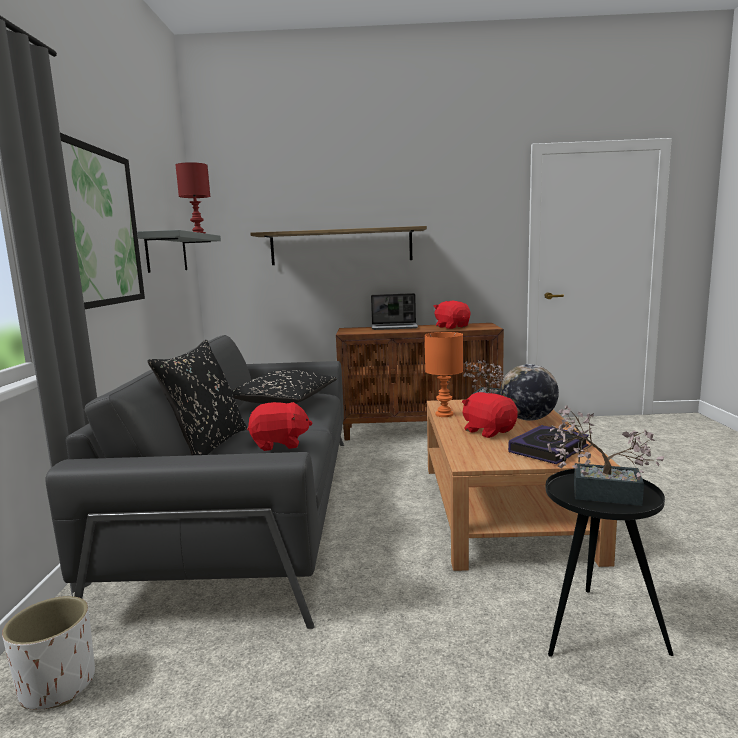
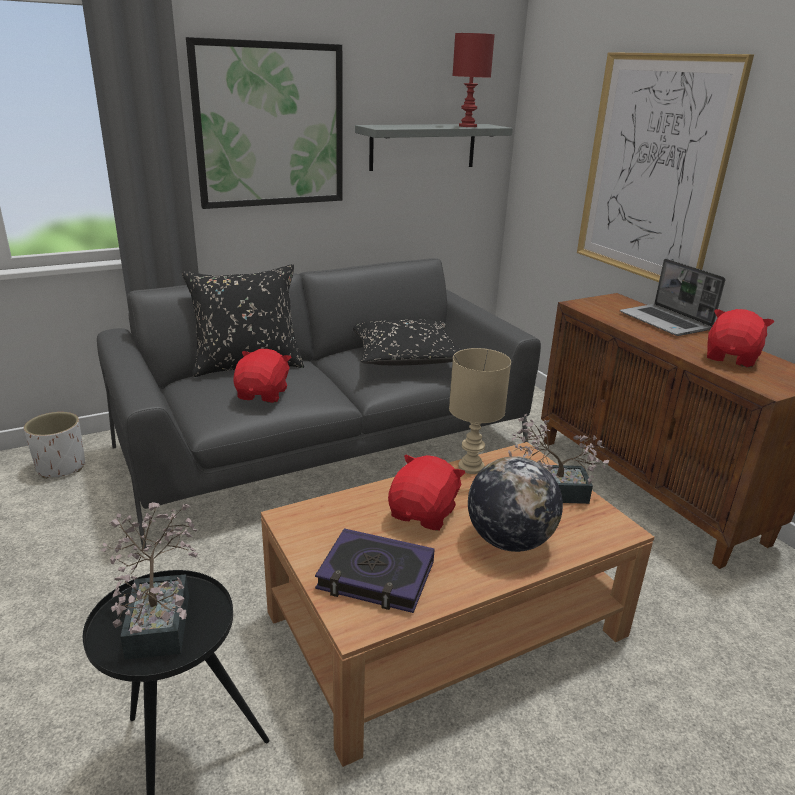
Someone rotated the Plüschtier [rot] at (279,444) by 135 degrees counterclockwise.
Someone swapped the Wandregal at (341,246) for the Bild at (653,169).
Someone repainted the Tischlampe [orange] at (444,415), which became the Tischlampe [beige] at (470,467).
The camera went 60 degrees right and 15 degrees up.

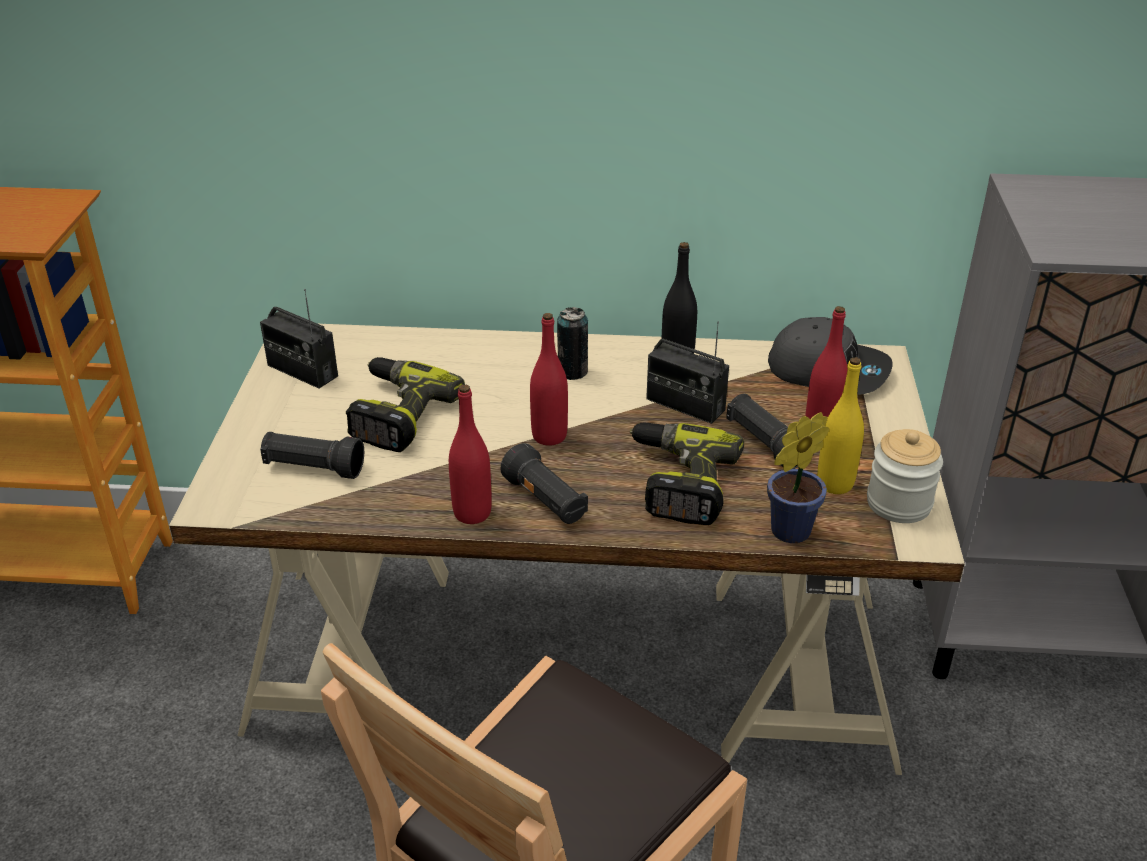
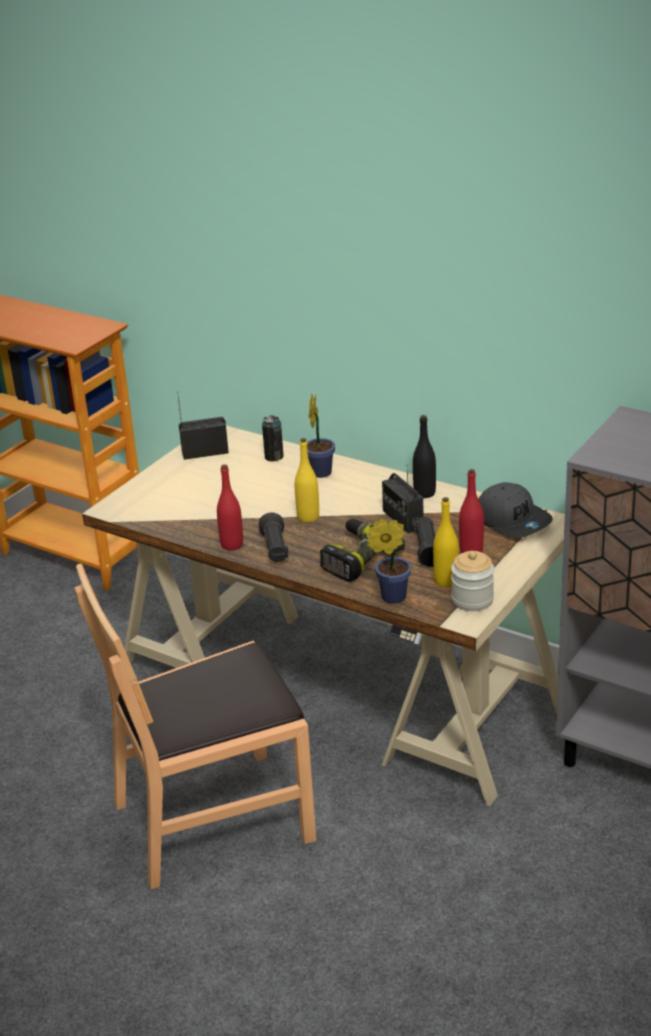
Someone rotated the Radio at (302,371) by 105 degrees clockwise.
Someone took away the Taschenlampe [schwarz] at (313,468).
Someone took away the Bohrmaschine at (396,414).
Someone repainted the Flasche [rot] at (549,436), which became the Flasche [gelb] at (308,517).
Someone carried the Dose from (572,372) to (274,457).
Someone put down the Topfpflanze at (321,471).
The camera went 30 degrees right and 5 degrees down.

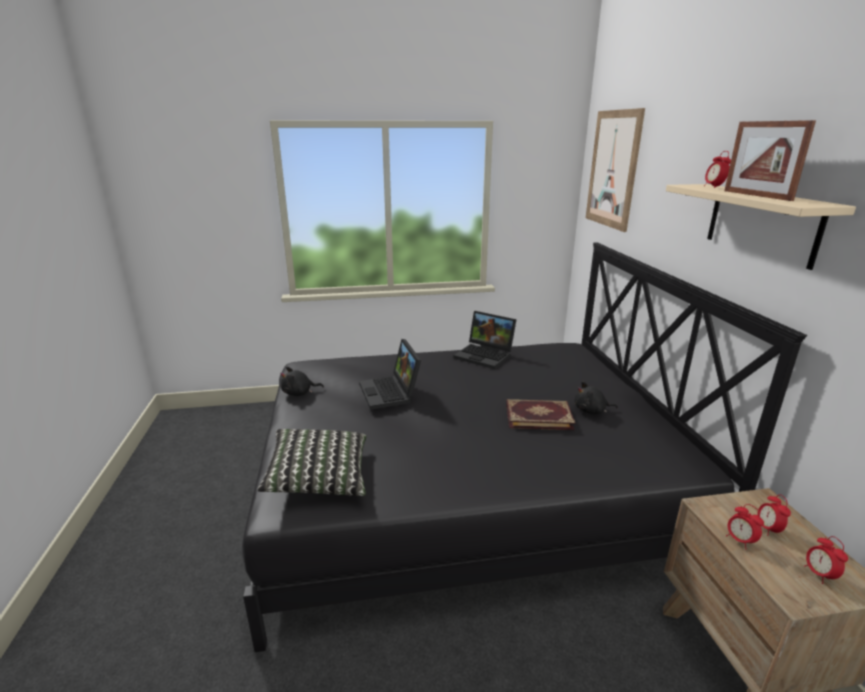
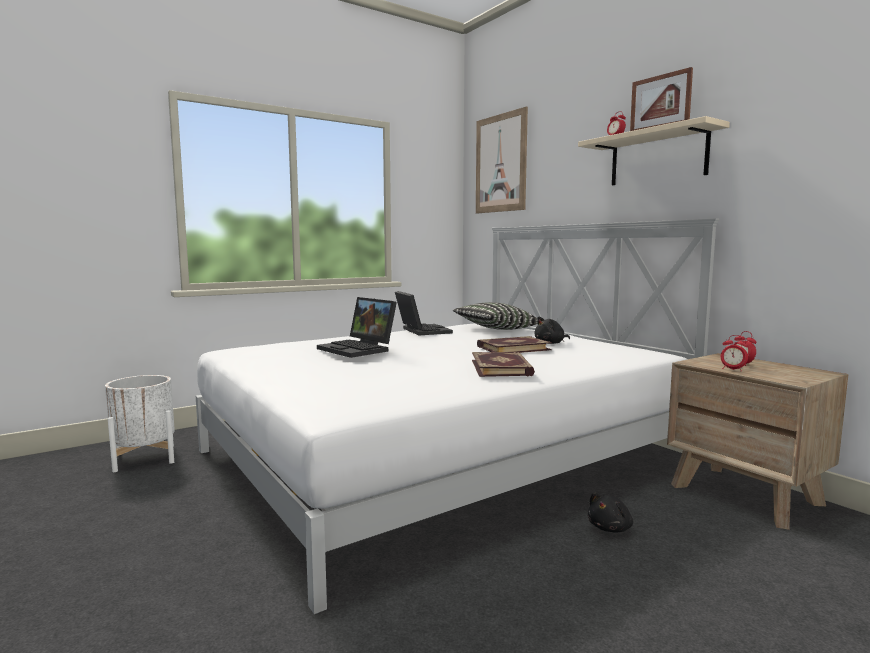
Someone repainted the Bett [schwarz] at (465,490), which became the Bett [weiß] at (441,455).
Someone carried the Kissen from (319,477) to (495,329).
Someone carried the Plüschtier [schwarz] from (299,393) to (610,528).
Someone rotated the Laptop at (485,355) by 120 degrees counterclockwise.
Someone took away the Wecker at (819,574).
Someone put down the Pflanzkübel [weiß] at (144,458).
Someone put down the Buch at (502,368).
The camera went 25 degrees left and 15 degrees down.

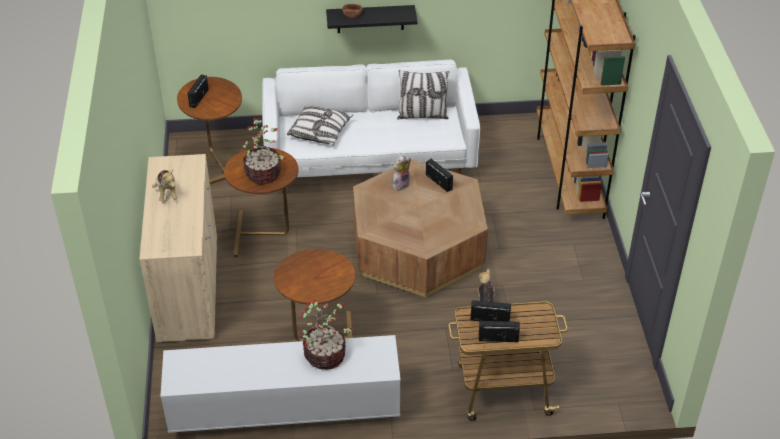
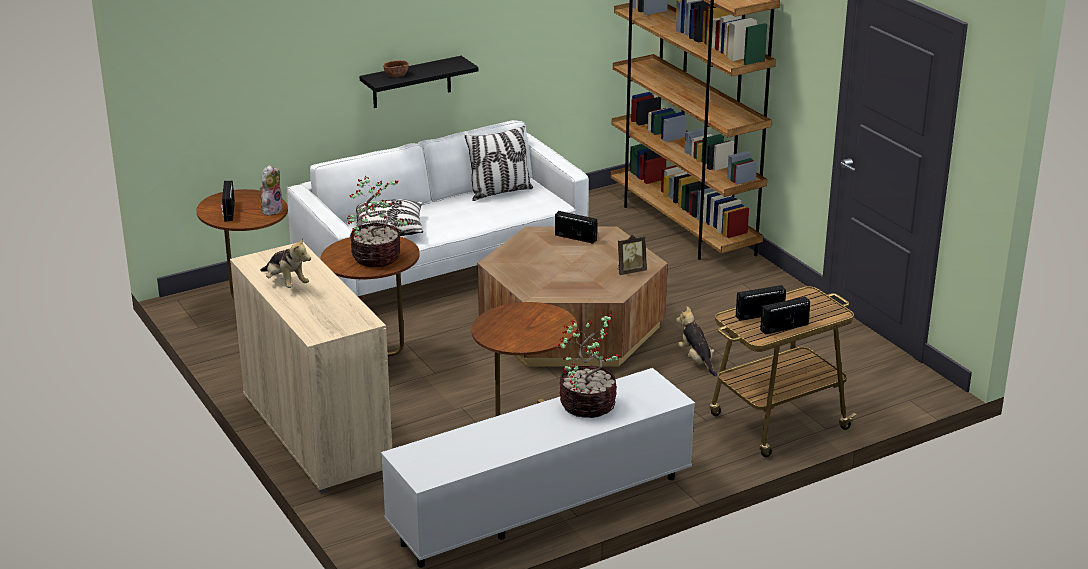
Someone carried the Plüschtier from (400,184) to (271,210).
Someone put down the Bilderrahmen at (630,271).
The camera went 25 degrees left and 15 degrees down.

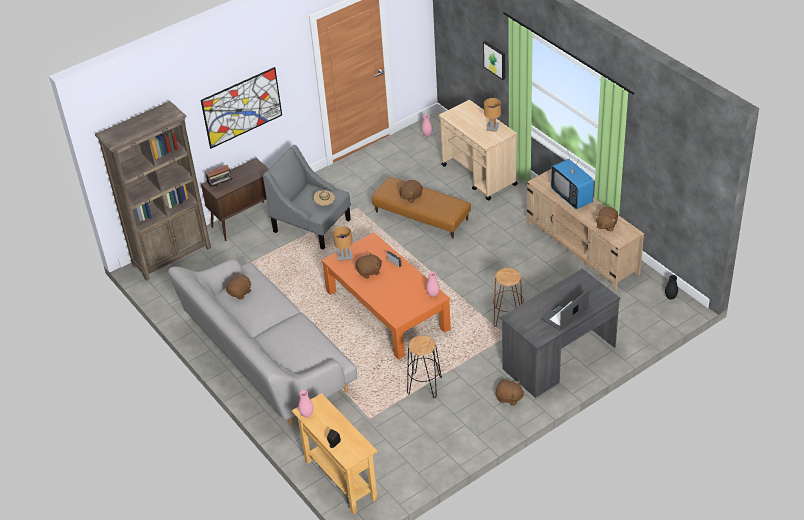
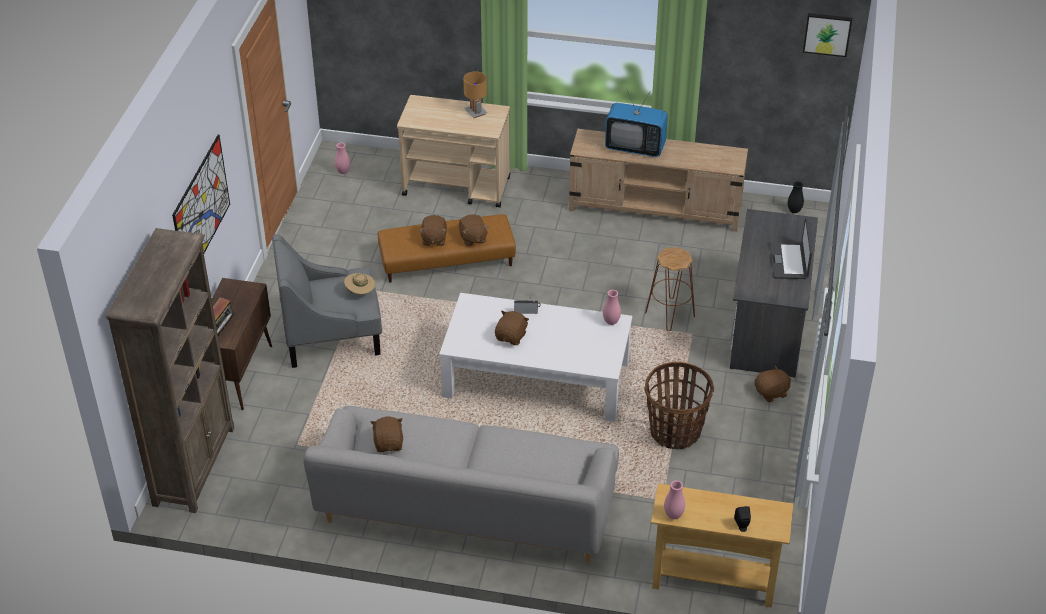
Someone repainted the Couchtisch [orange] at (387,310), which became the Couchtisch [weiß] at (536,378).
Someone took away the Tischlampe [braun] at (344,256).
Someone swapped the Hocker [schwarz] at (424,386) for the Korb at (675,432).
Someone carried the Bild from (495,59) to (827,34).
Someone carried the Plüschtier [braun] from (606,225) to (472,238).
The camera went 45 degrees left and 0 degrees up.

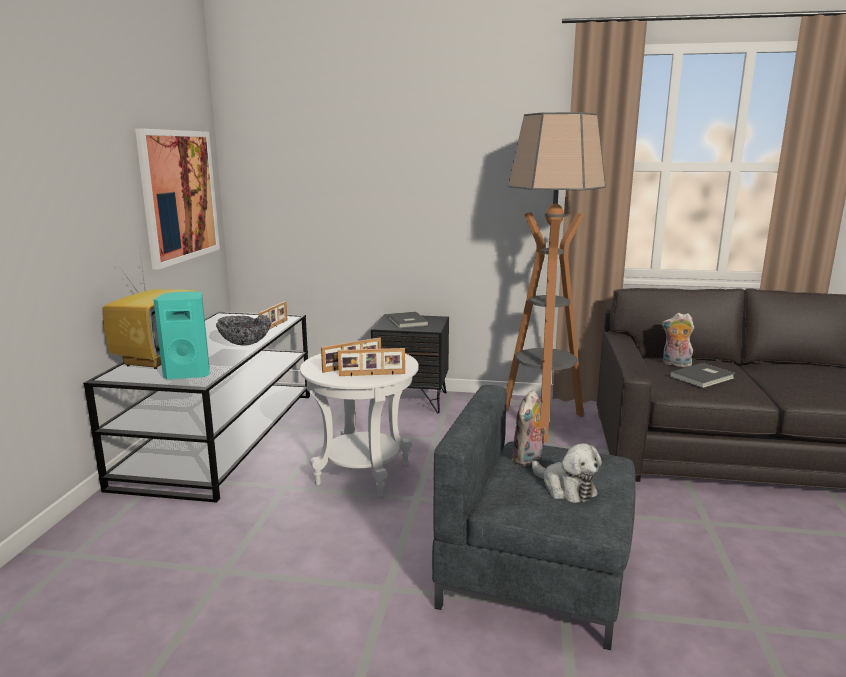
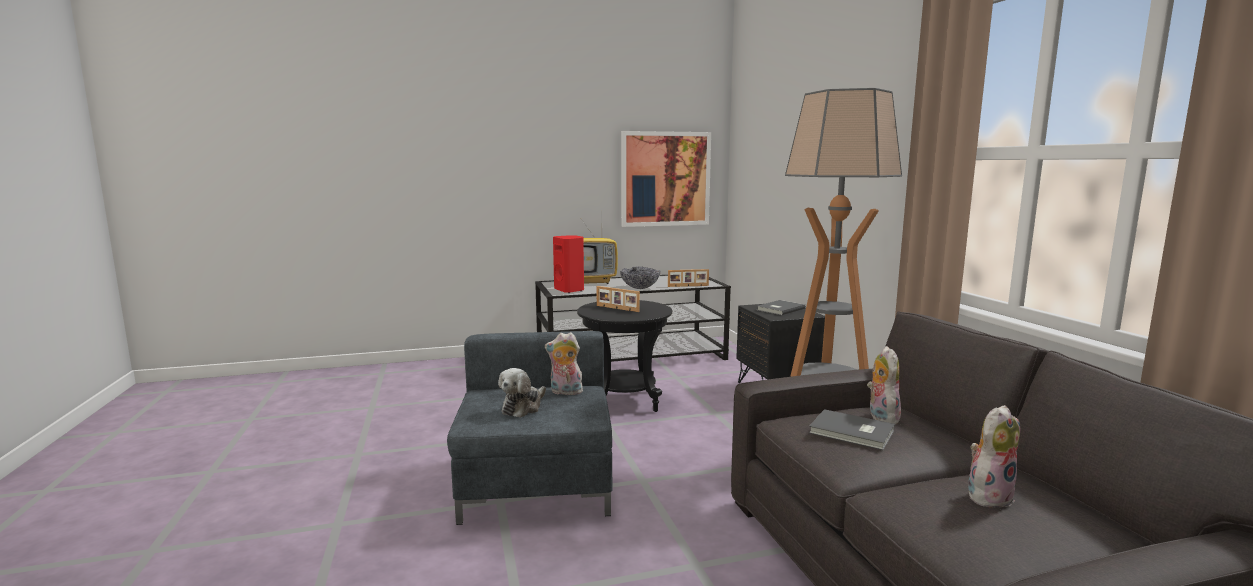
Someone repainted the Lautsprecher [türkis] at (189,373), which became the Lautsprecher [rot] at (570,290).
Someone repainted the Beistelltisch [weiß] at (363,474), which became the Beistelltisch [schwarz] at (624,402).
Someone took away the Bilderrahmen at (372,375).
Someone put down the Plüschtier at (988,495).
The camera went 65 degrees right and 5 degrees down.

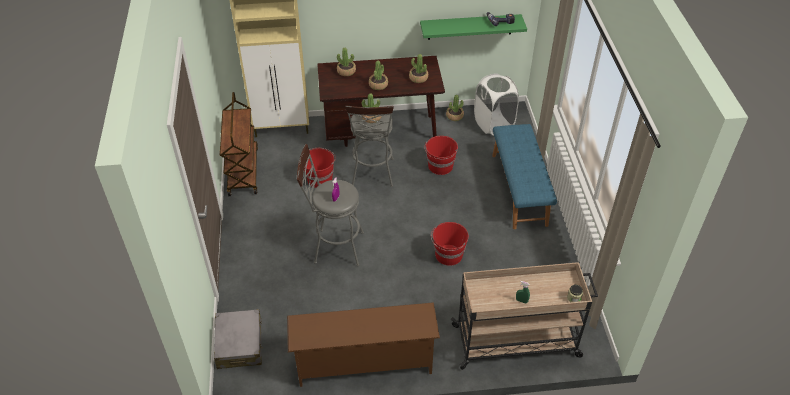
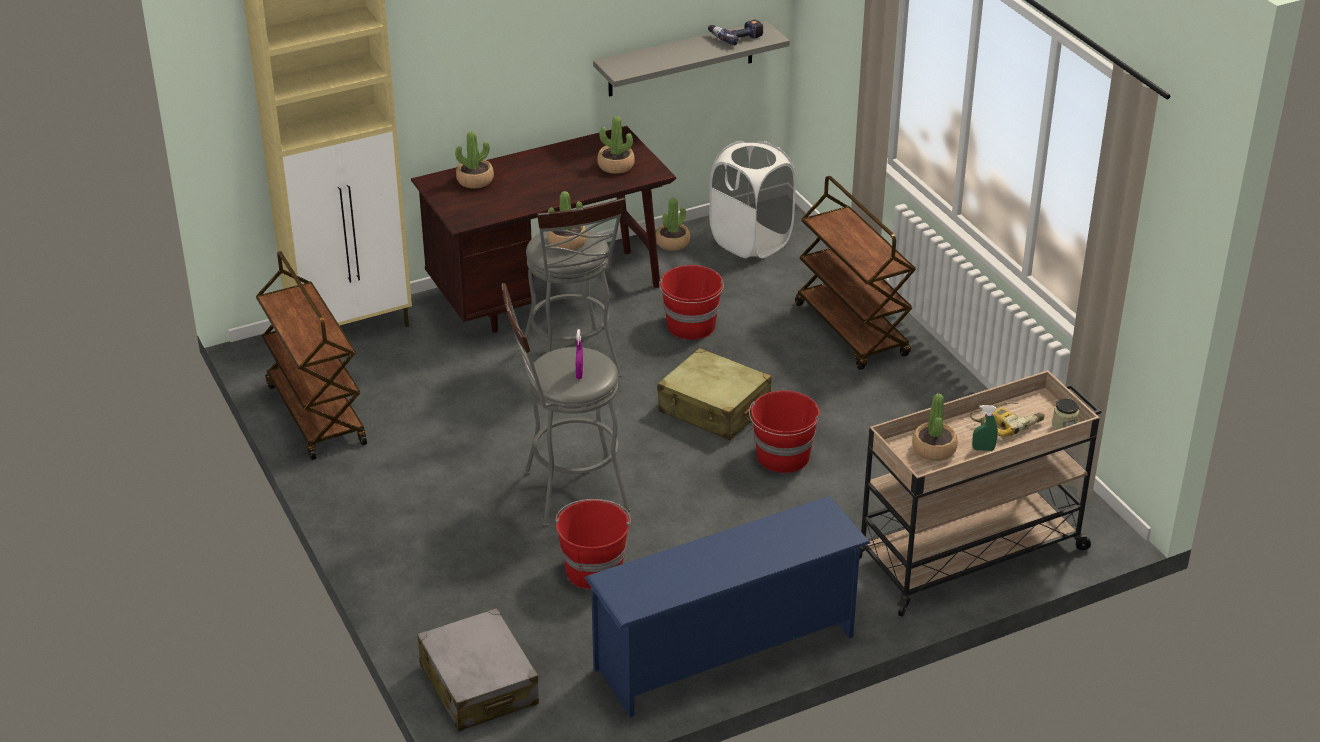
Someone repainted the Schuhregal [braun] at (364,364), which became the Schuhregal [blau] at (726,654).
Someone carried the Eimer [rot] from (320,178) to (593,569).
Someone carried the Topfpflanze from (378,85) to (934,449).
Someone repainted the Wandregal [grün] at (470,27), which became the Wandregal [grau] at (681,59).
Someone swapped the Bank [blau] at (519,189) for the Rollwagen [braun] at (852,330).
Someone put down the Koffer [beige] at (714,409).
Someone put down the Bohrmaschine at (1007,423).
The camera went 20 degrees left and 10 degrees down.

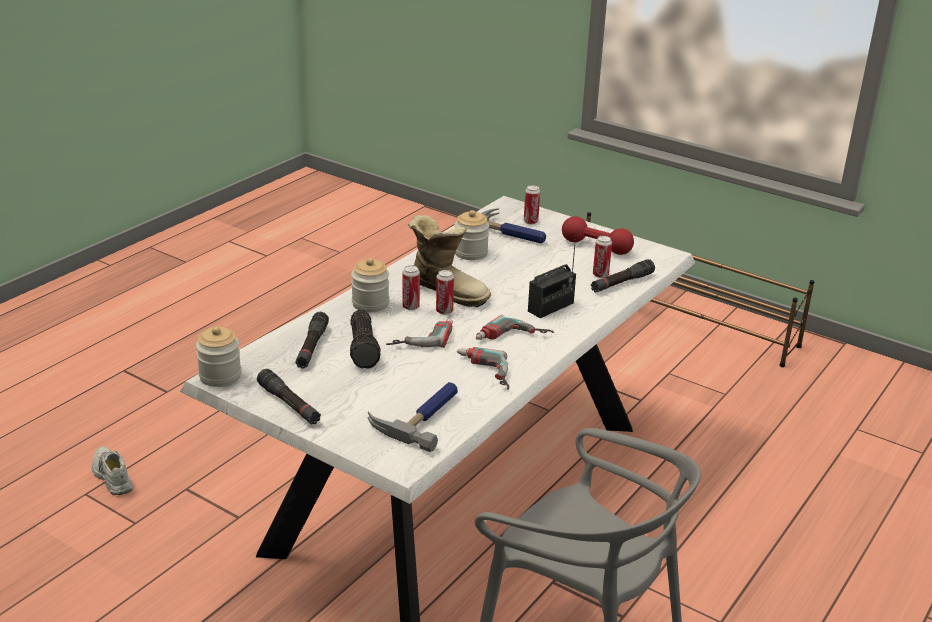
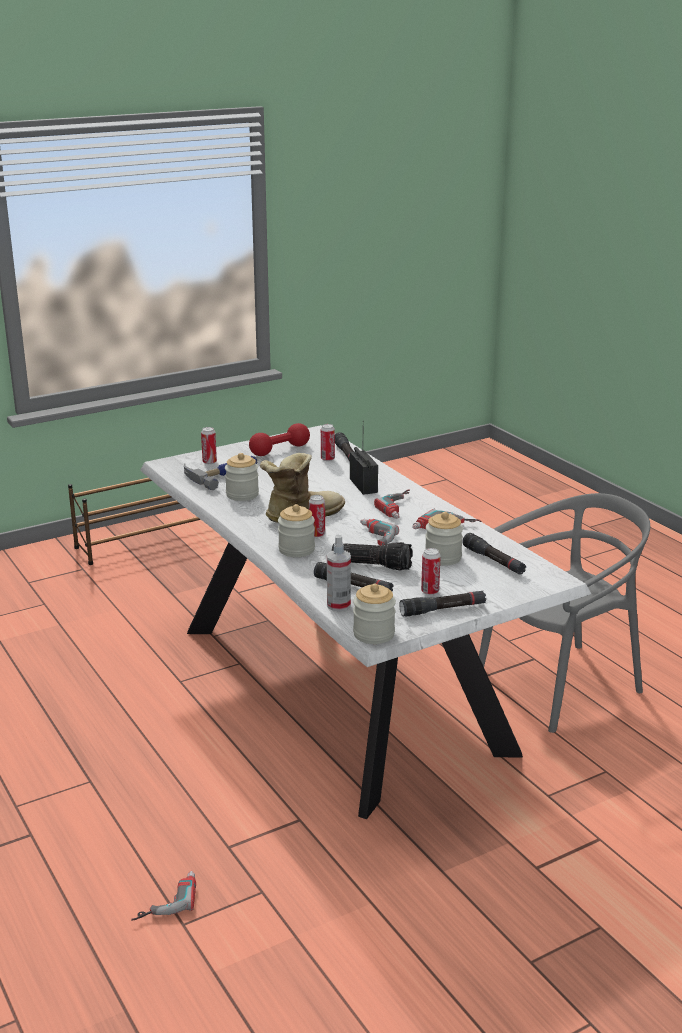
Someone swapped the Schuh [weiß] at (111,476) for the Bohrmaschine at (165,900).
Someone swapped the Hammer at (422,416) for the Taschenlampe [schwarz] at (493,561).
Someone carried the Dose from (444,311) to (430,591).
Someone put down the Sprühflasche at (338,605).
Someone put down the Vorratsglas at (443,558).
The camera went 65 degrees left and 5 degrees down.

